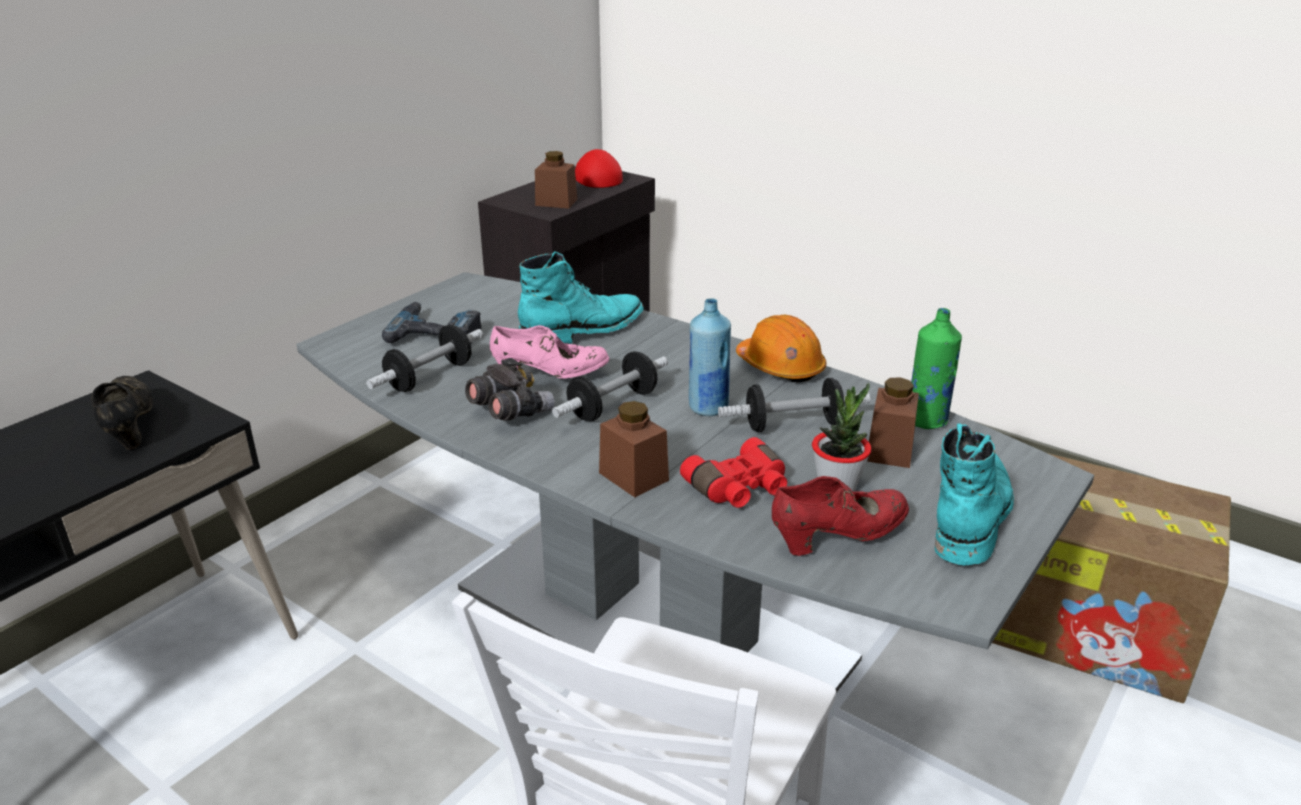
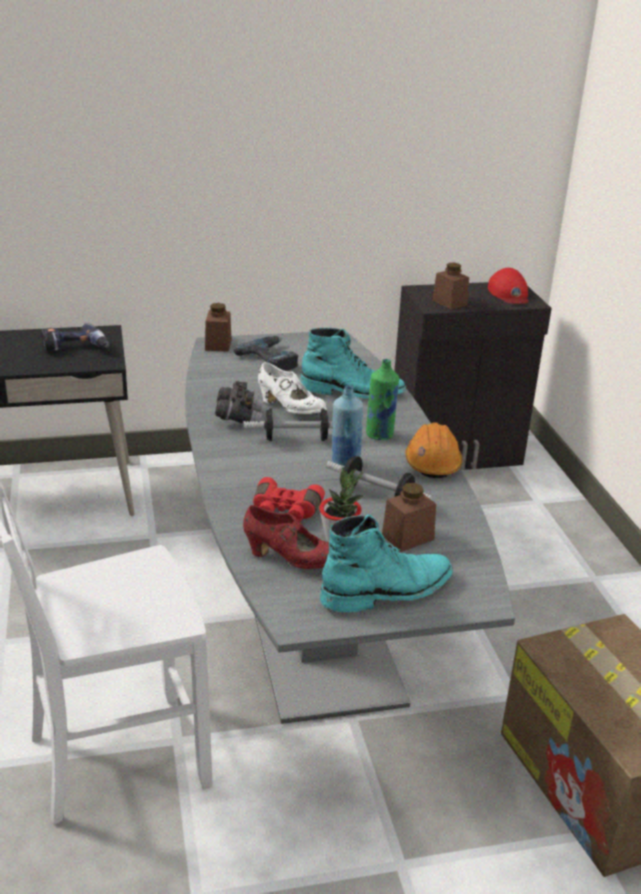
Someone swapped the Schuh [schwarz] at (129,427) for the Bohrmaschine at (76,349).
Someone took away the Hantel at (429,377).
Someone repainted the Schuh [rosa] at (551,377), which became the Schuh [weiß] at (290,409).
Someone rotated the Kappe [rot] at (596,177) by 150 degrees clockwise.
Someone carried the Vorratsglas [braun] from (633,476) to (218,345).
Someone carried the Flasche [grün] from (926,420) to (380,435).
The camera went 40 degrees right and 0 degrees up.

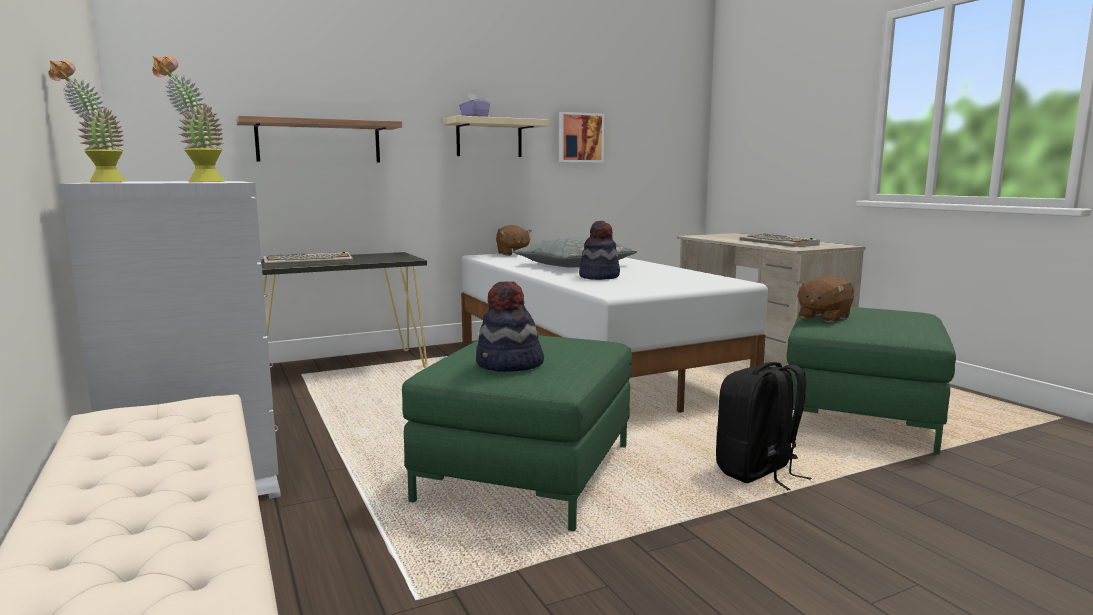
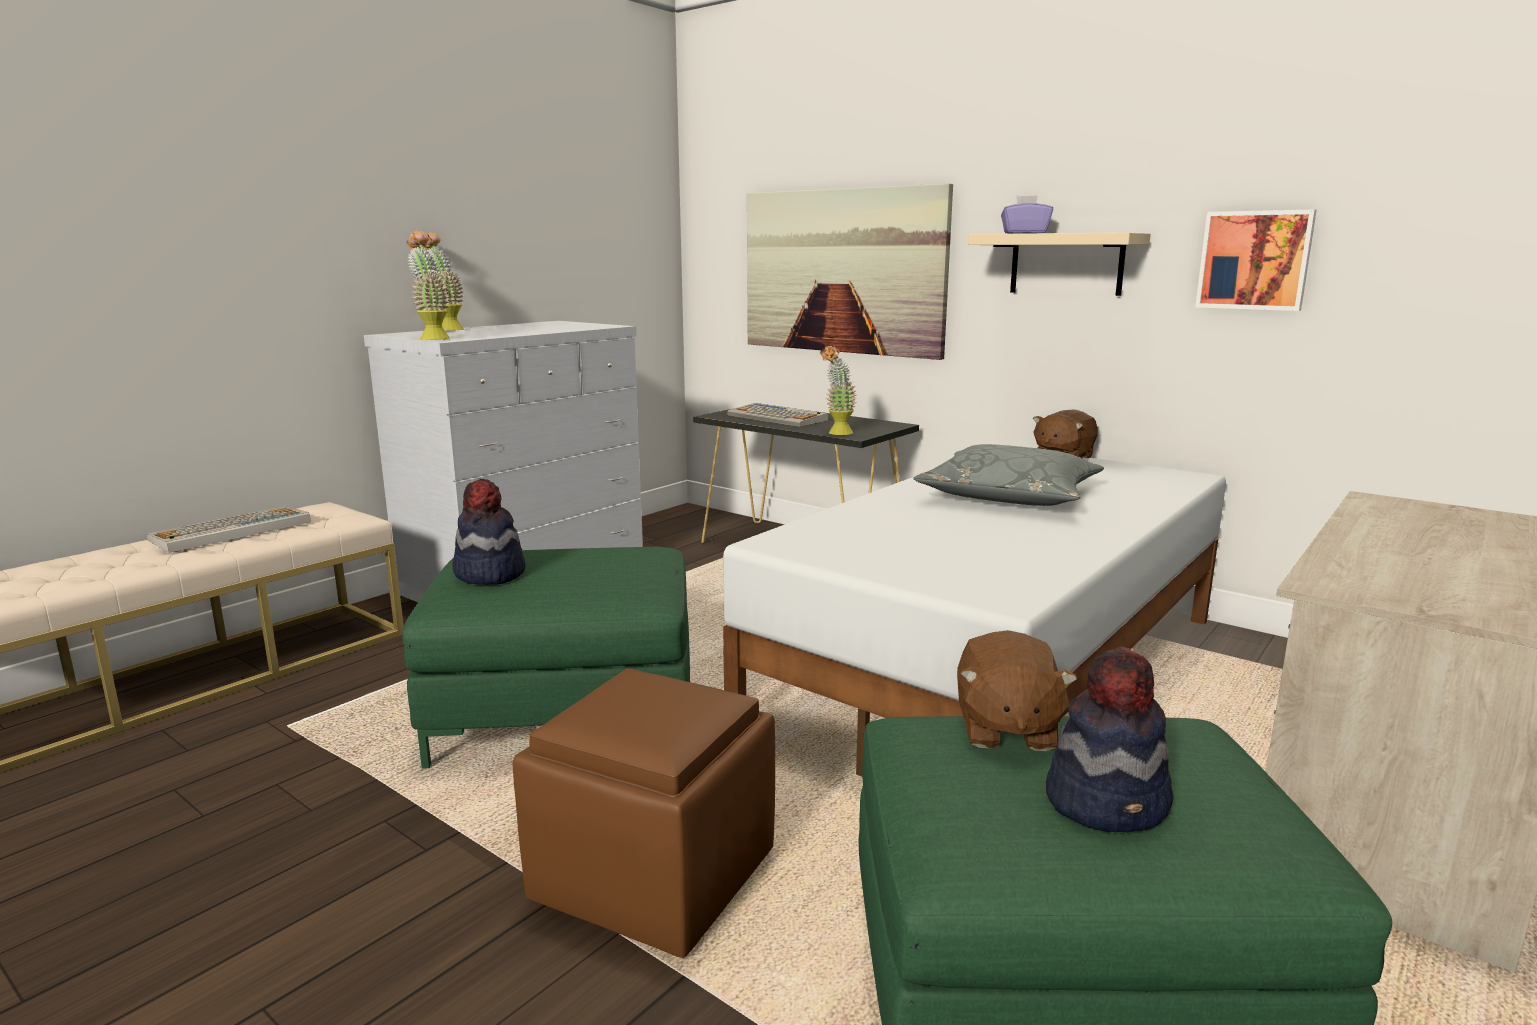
Someone swapped the Wandregal at (319,141) for the Bild at (842,271).
Someone carried the Hut from (599,277) to (1108,801).
Someone swapped the Rucksack [schwarz] at (758,472) for the Polsterhocker [braun] at (651,877).
Someone carried the Tastatur from (779,242) to (230,531).
Someone rotated the Plüschtier [braun] at (823,317) by 105 degrees counterclockwise.
Someone put down the Topfpflanze at (837,434).
The camera went 65 degrees right and 5 degrees up.

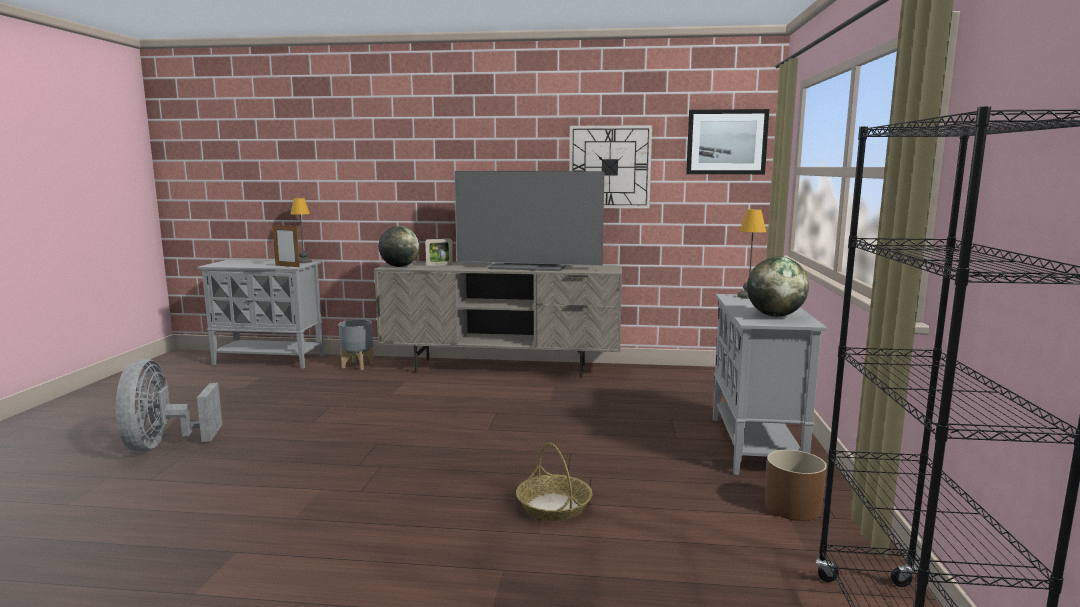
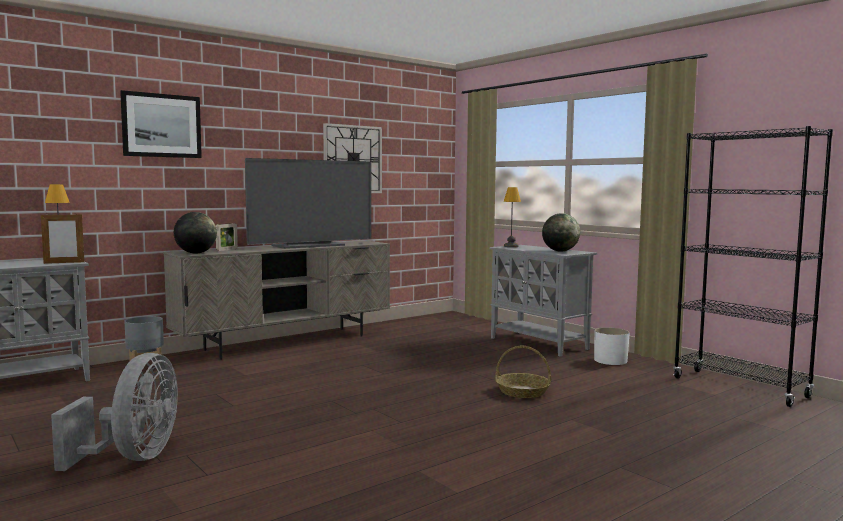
Someone rotated the Ventilator [grau] at (163,445) by 120 degrees counterclockwise.
Someone carried the Bild from (726,142) to (161,125).
Someone repainted the Pflanzkübel [braun] at (792,507), which became the Pflanzkübel [weiß] at (610,360).
The camera went 45 degrees left and 5 degrees down.

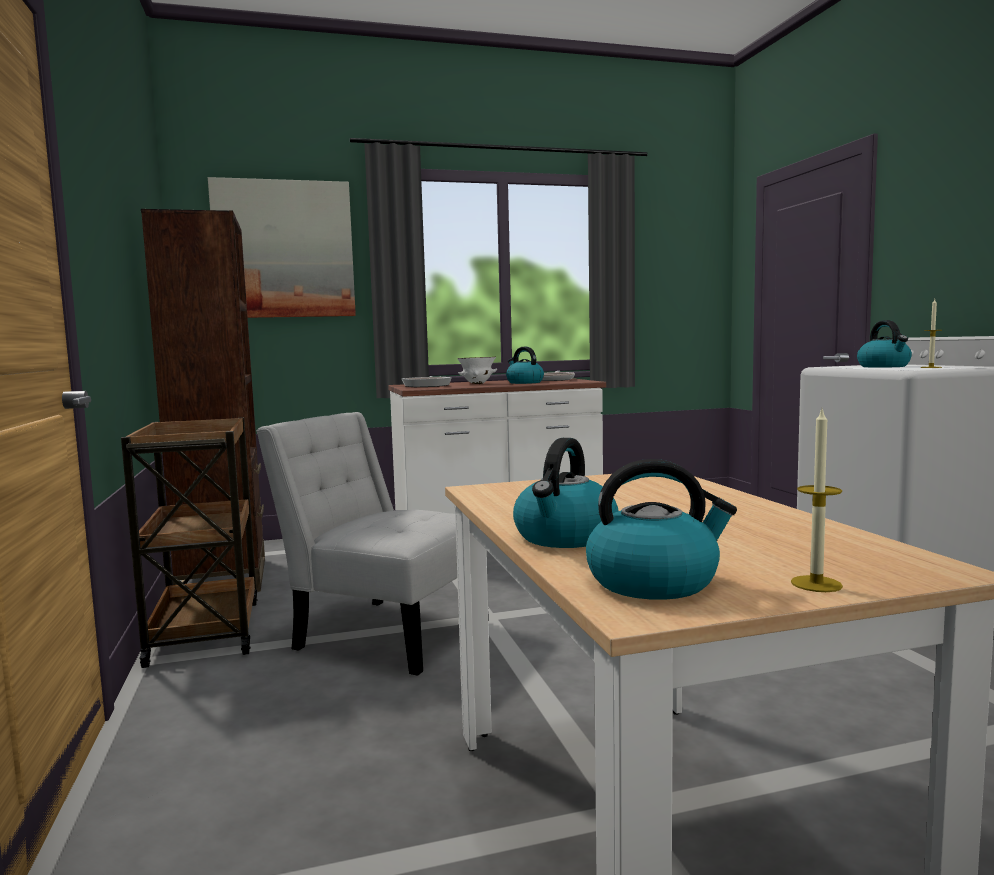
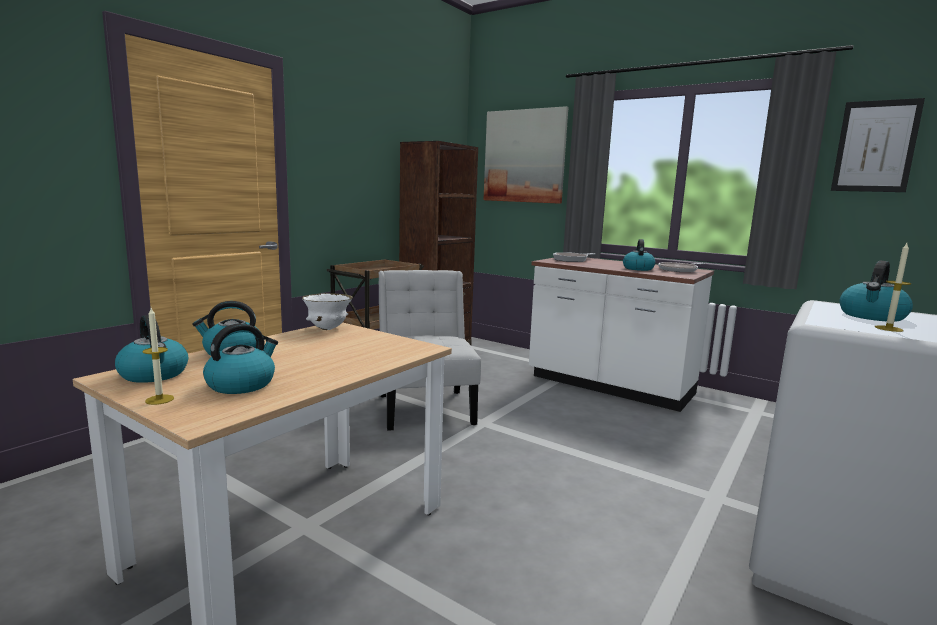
Someone carried the Schüssel [weiß] from (477,384) to (328,329).
Someone put down the Wasserkessel at (242,384).
Someone put up the Bild at (875,146).
The camera went 50 degrees right and 5 degrees up.

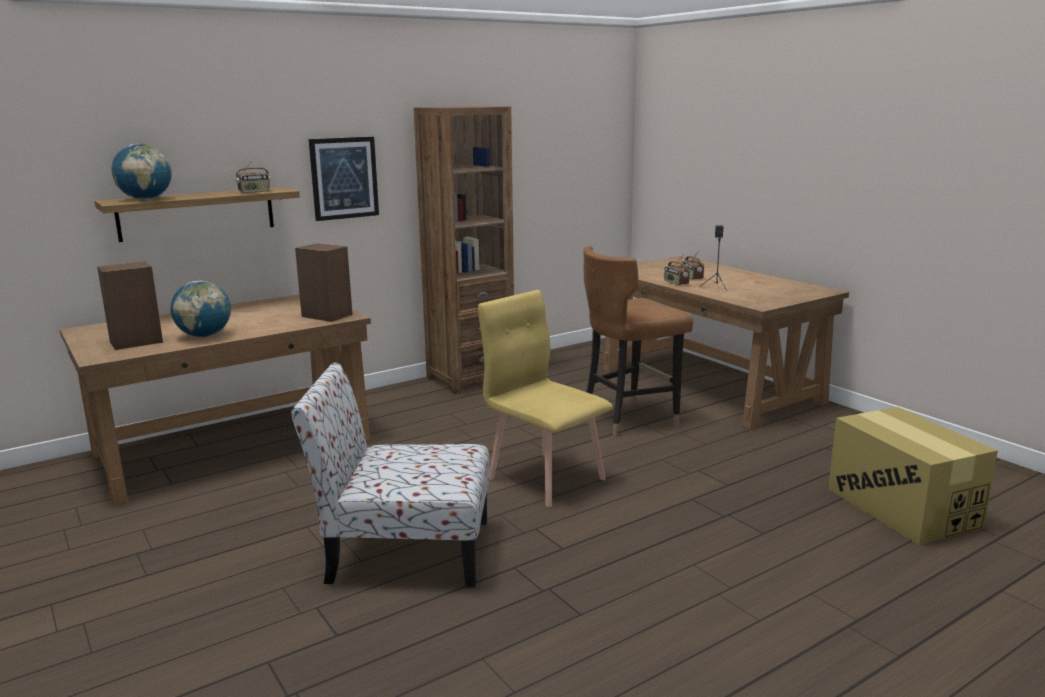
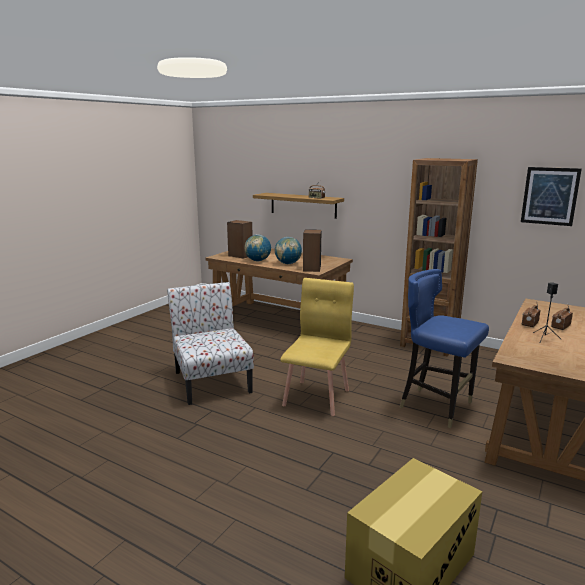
Someone carried the Globus from (146,199) to (288,263).
Someone carried the Bild from (344,178) to (550,196).
Someone repainted the Stuhl [braun] at (628,419), which became the Stuhl [blau] at (437,406).
The camera went 65 degrees right and 0 degrees up.

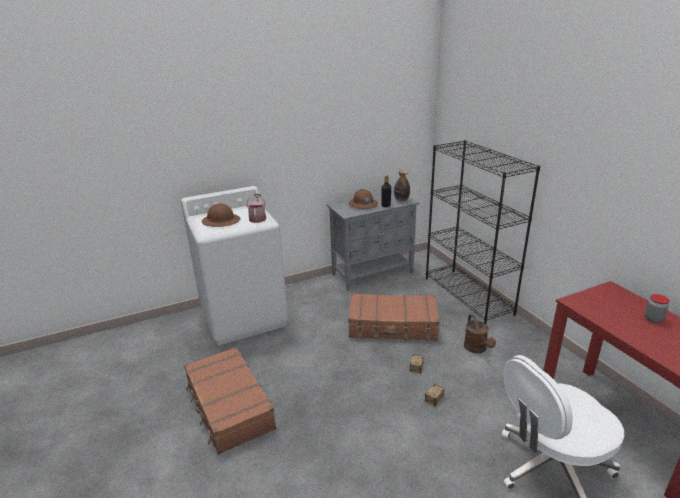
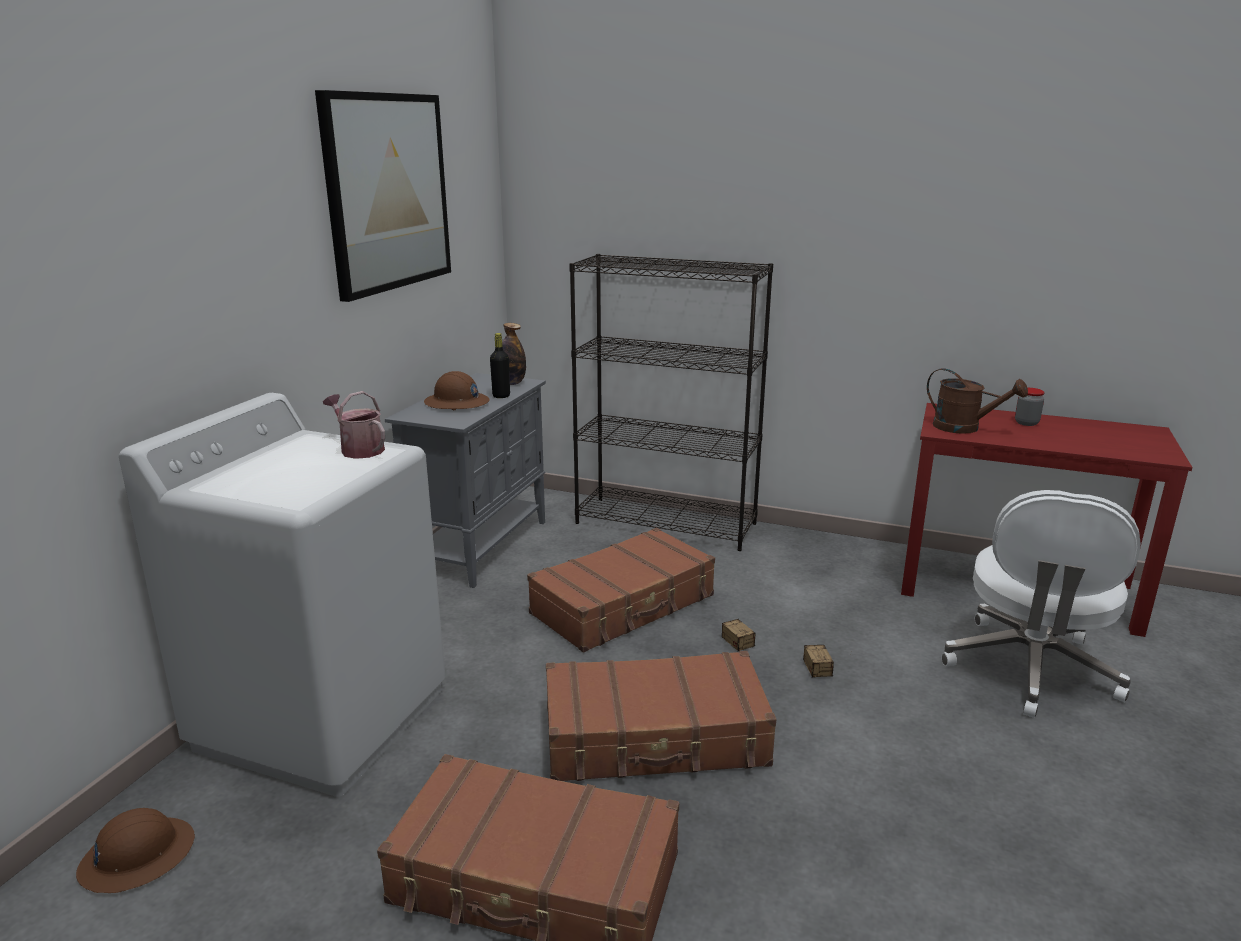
Someone carried the Schutzhelm [braun] from (221,221) to (137,856).
Someone carried the Gießkanne [braun] from (477,349) to (964,428).
Someone put up the Bild at (387,192).
Someone put down the Koffer [braun] at (655,738).
The camera went 45 degrees left and 5 degrees down.

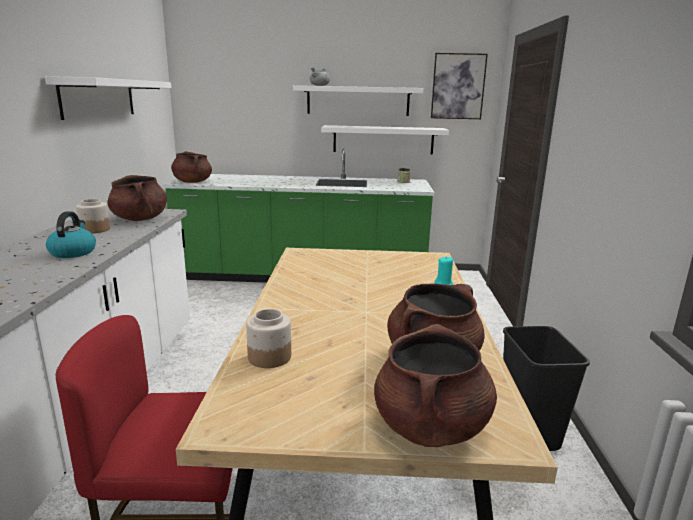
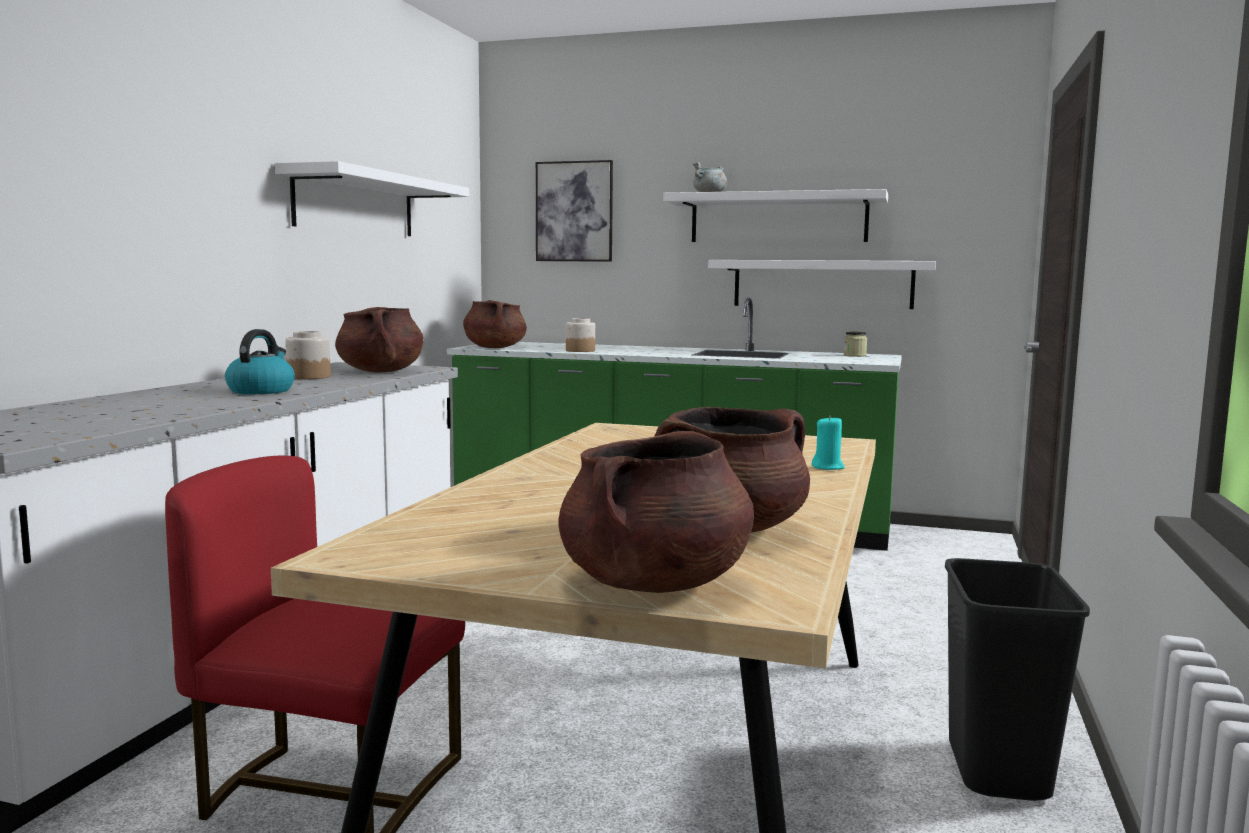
Someone carried the Vorratsglas from (269,357) to (580,351).
Someone carried the Bild from (458,86) to (574,211).
The camera went 15 degrees right and 10 degrees down.

